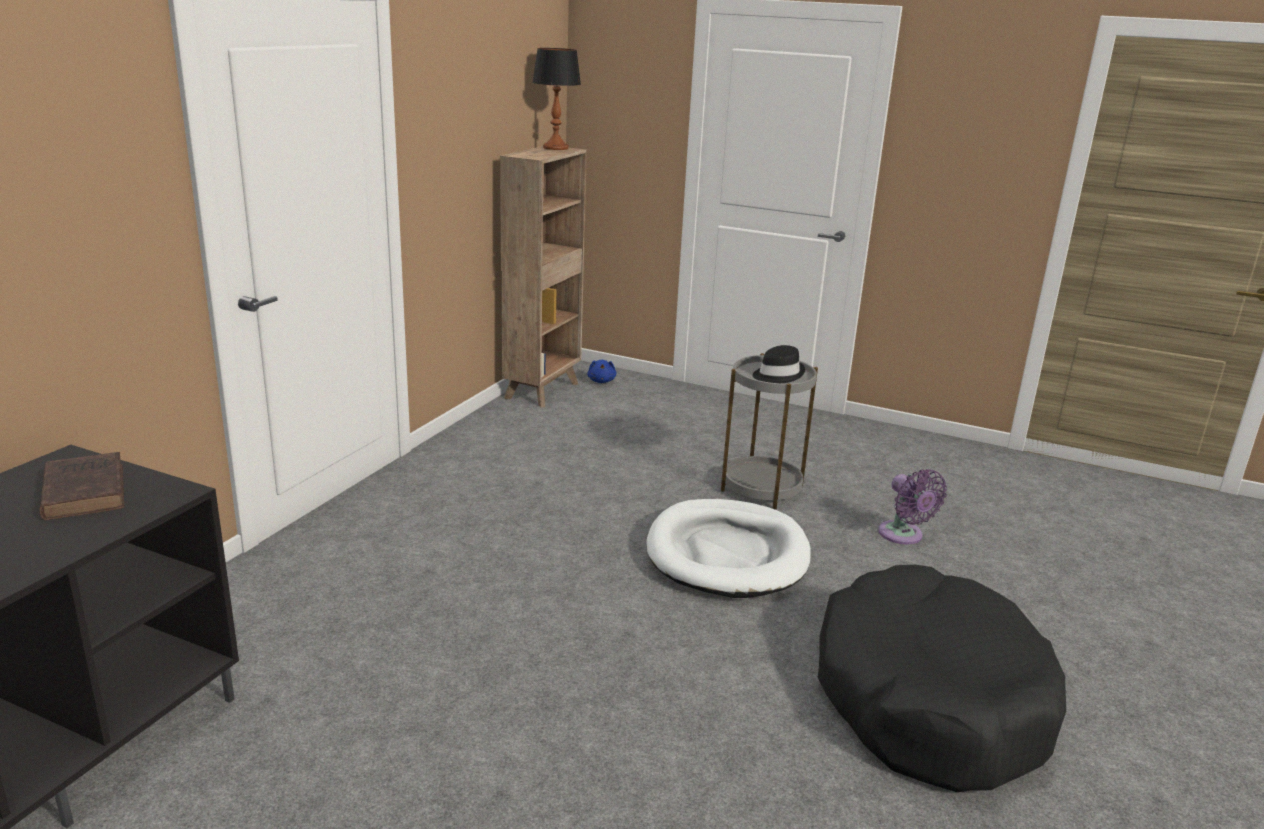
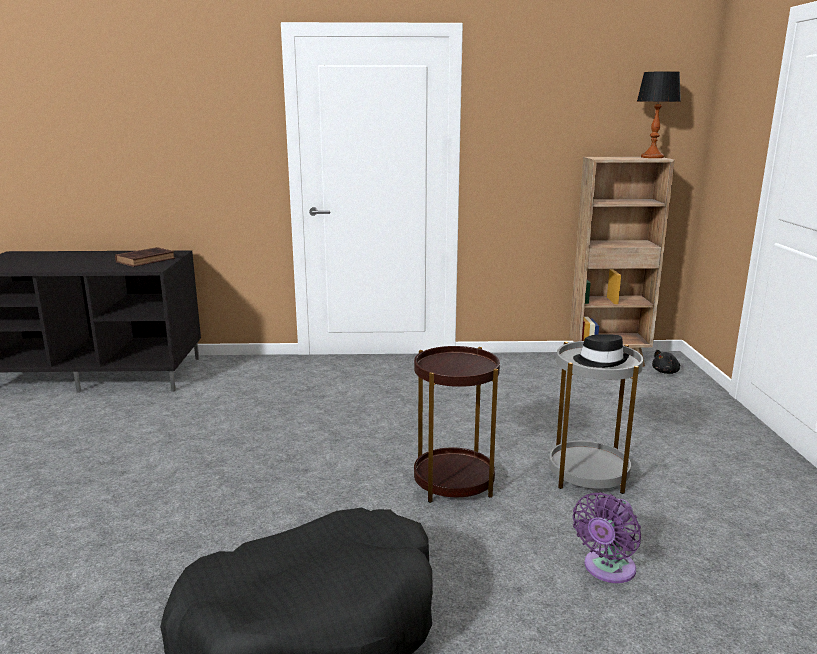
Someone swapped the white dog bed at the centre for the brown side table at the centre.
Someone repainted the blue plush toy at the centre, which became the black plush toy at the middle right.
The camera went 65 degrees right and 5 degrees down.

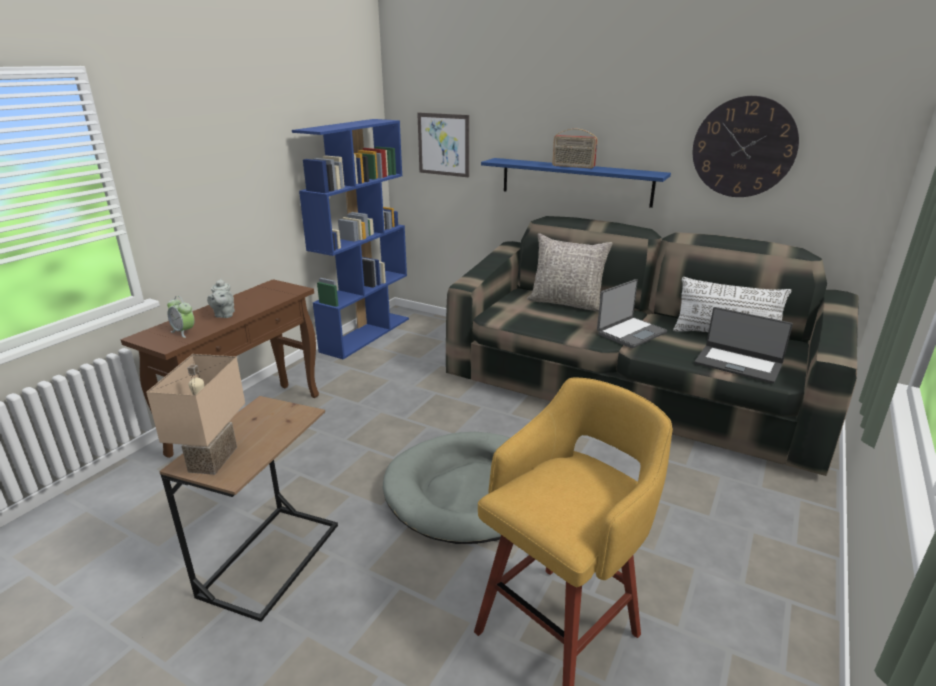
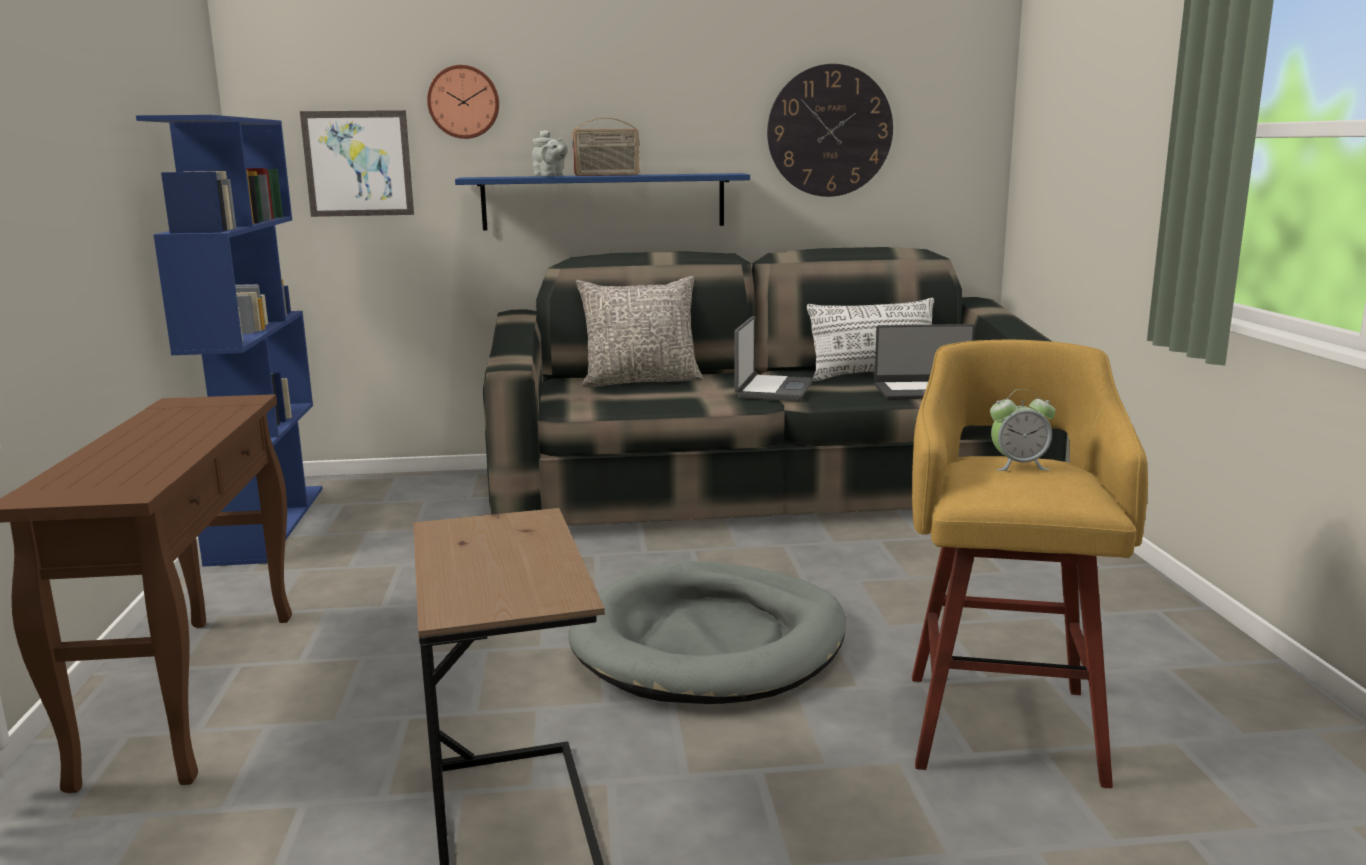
Someone took away the beige table lamp at the middle left.
Someone put up the wall clock (no. 1 from left) at the top centre.
Someone carried the alarm clock from the middle left to the middle right.
Someone carried the grey teapot from the middle left to the top centre.
The camera went 35 degrees left and 10 degrees down.

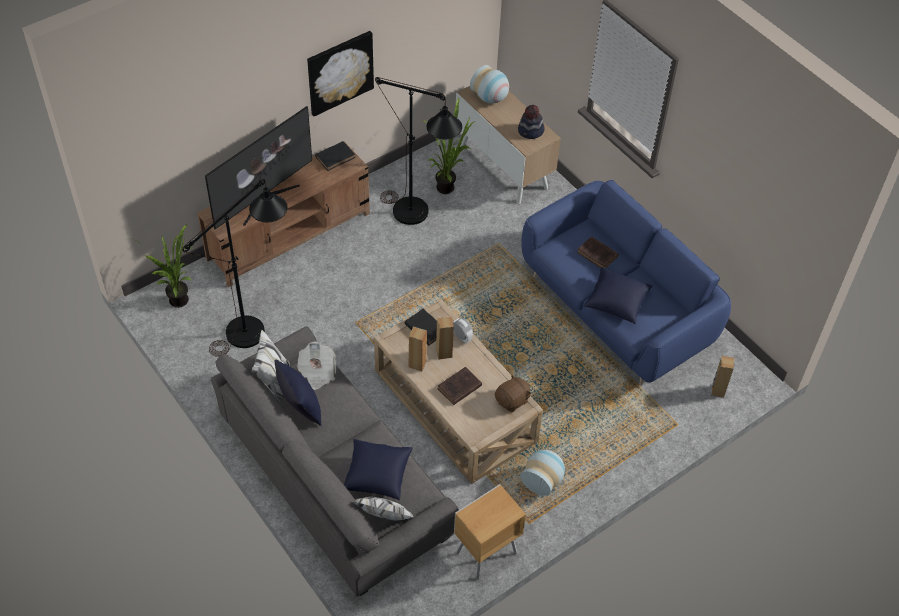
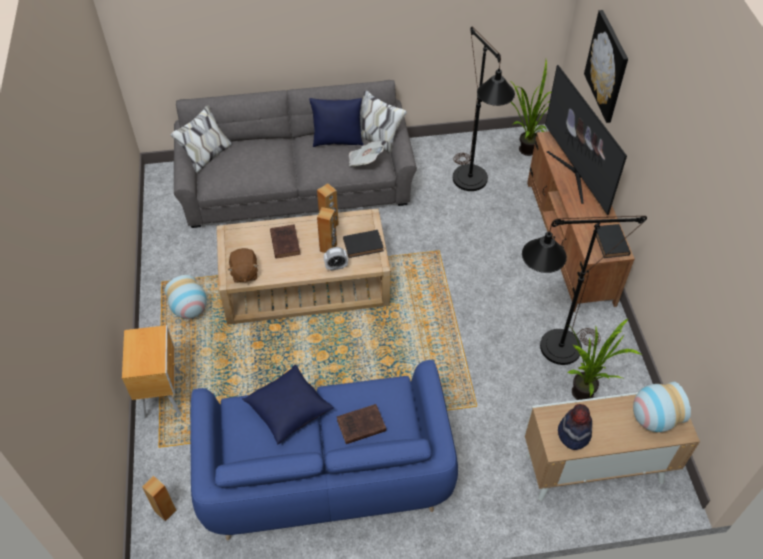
Someone took away the blue pillow (no. 2 from left) at the bottom centre.
Someone carried the picture from the top centre to the top right.
Someone carried the brown nightstand from the bottom centre to the middle left.
The camera went 120 degrees right and 0 degrees up.

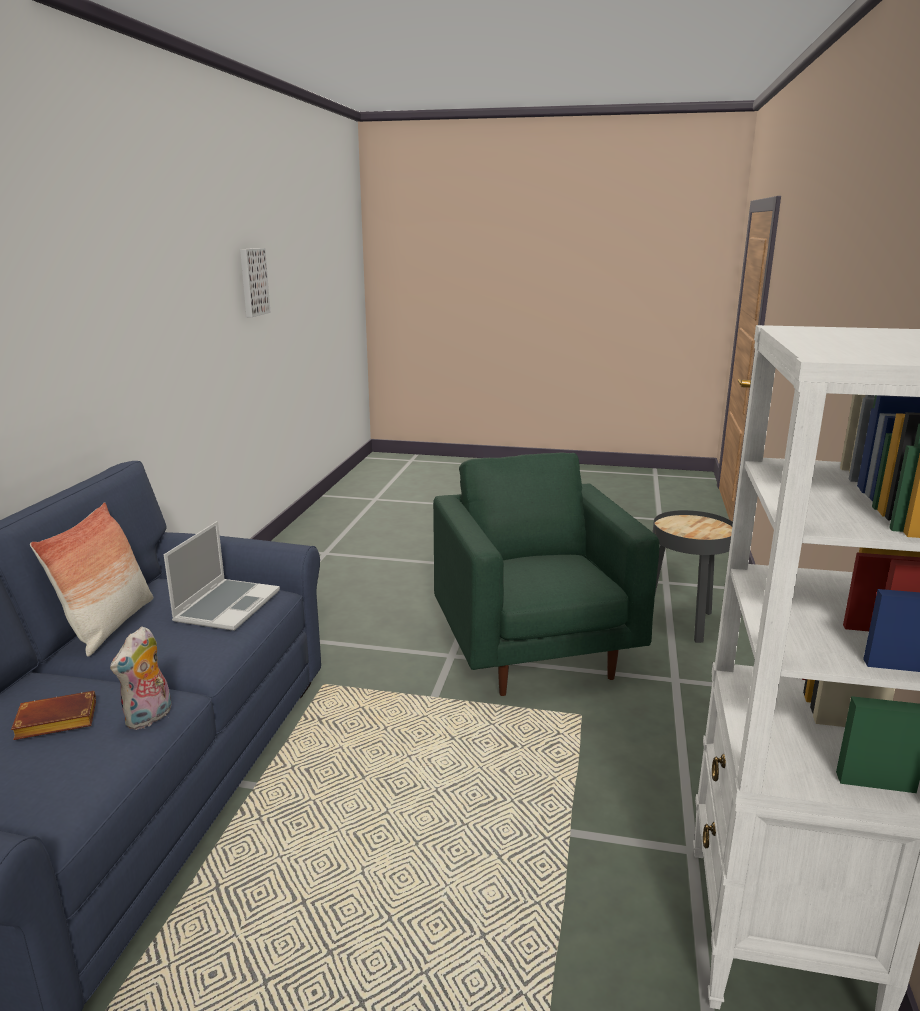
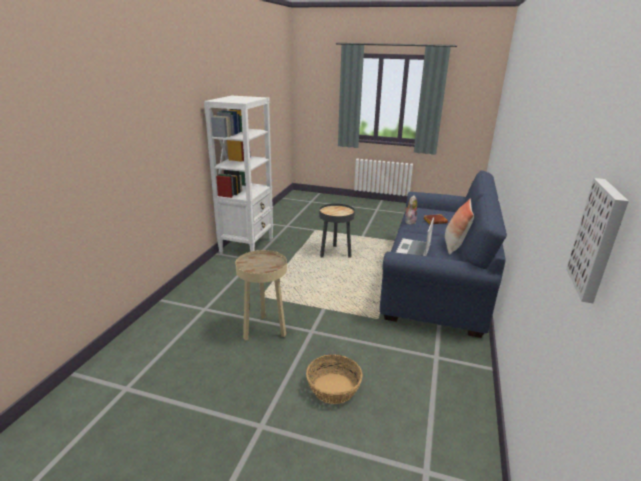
Someone put down the basket at the bottom centre.
Someone carried the black side table from the middle right to the centre.
Someone swapped the green armchair at the centre for the beige side table at the centre.
The camera went 175 degrees left and 5 degrees up.

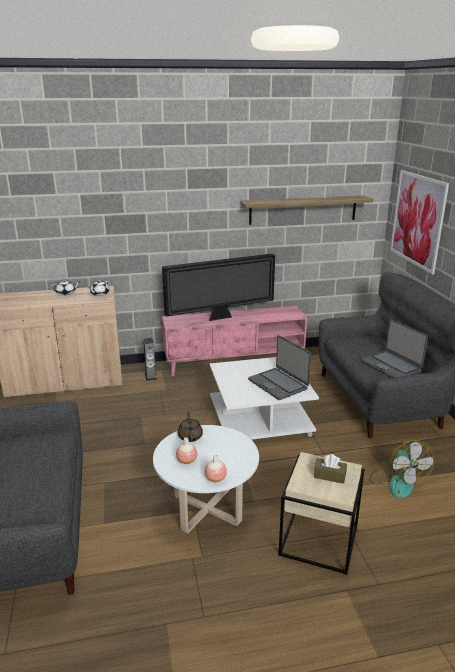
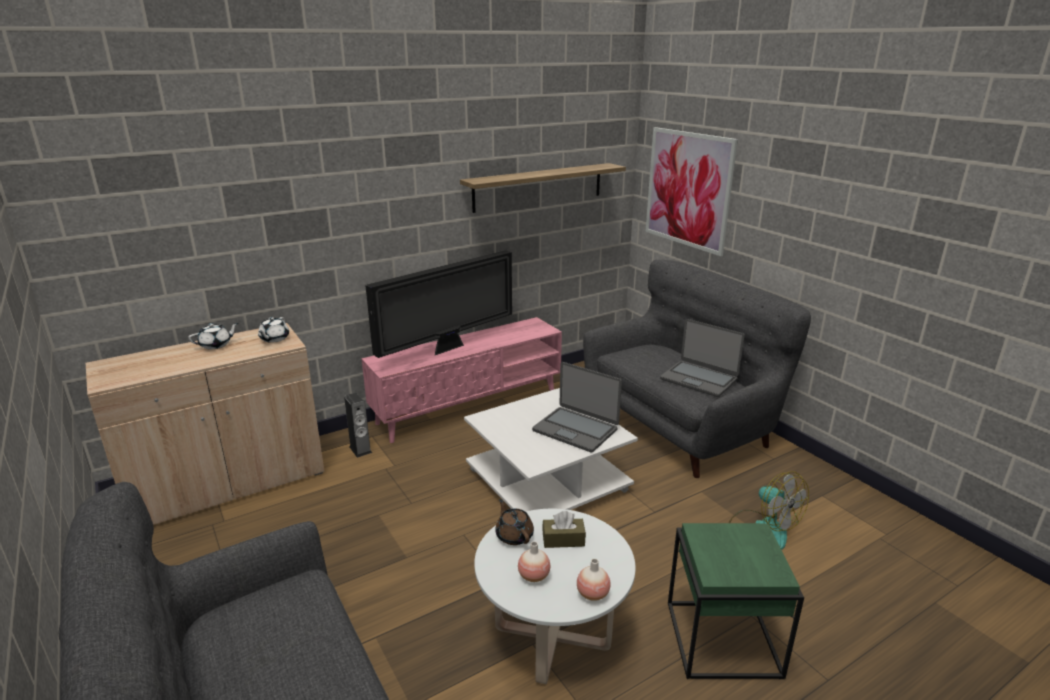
Someone carried the brown tissue box from the bottom right to the bottom centre.
Someone repainted the beige side table at the bottom right, which became the green side table at the bottom right.
The camera went 20 degrees left and 0 degrees up.

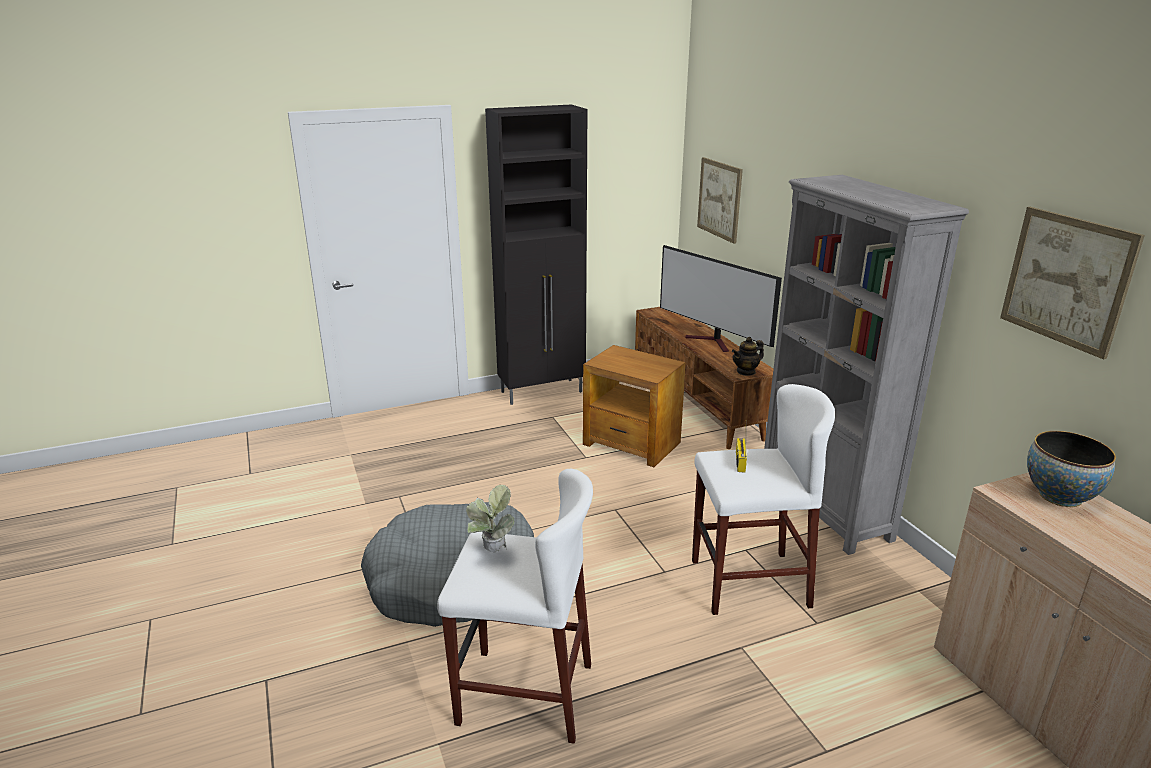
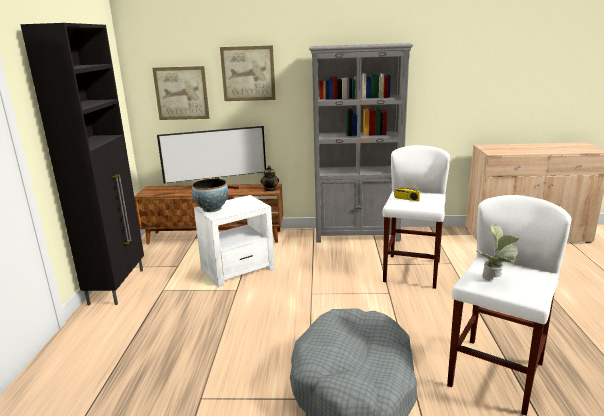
Someone carried the picture (no. 2 from left) from the middle right to the top centre.
Someone carried the bowl from the middle right to the centre.
Someone repainted the brown side table at the centre, which became the white side table at the centre.
The camera went 65 degrees left and 5 degrees down.

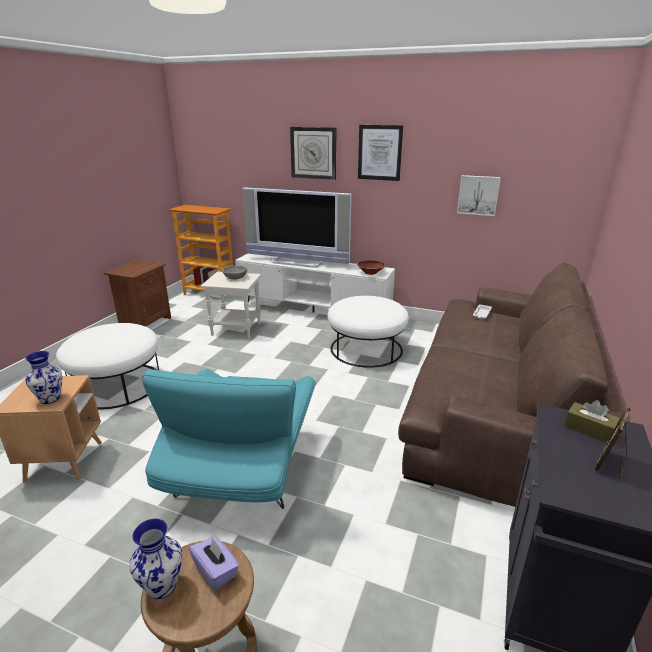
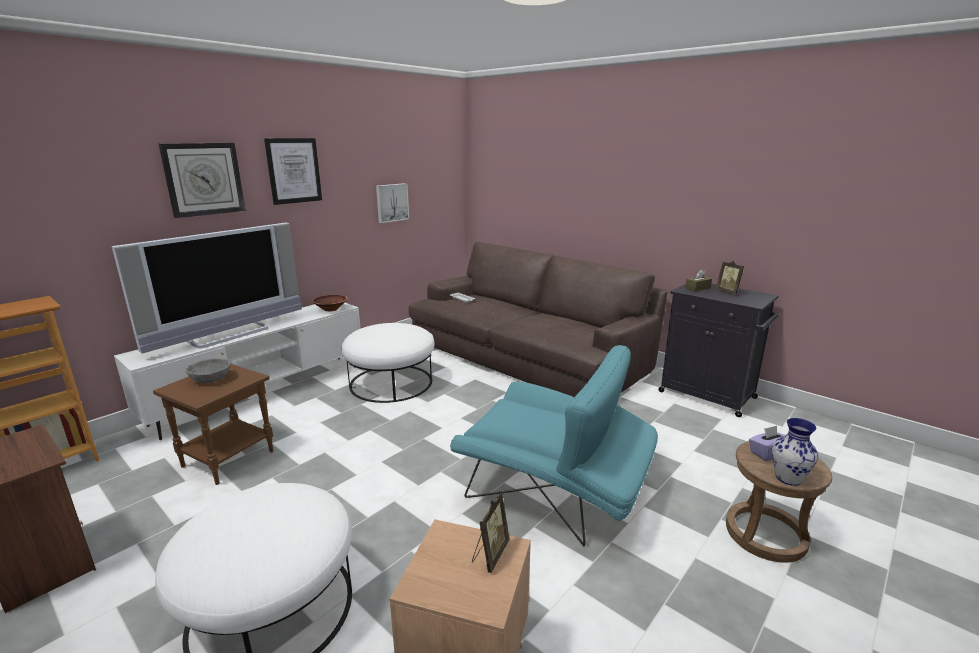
Someone swapped the vase (no. 1 from left) at the middle left for the picture frame (no. 1 from left) at the bottom centre.
Someone repainted the white side table at the centre, which became the brown side table (no. 1 from left) at the middle left.
The camera went 70 degrees left and 5 degrees down.

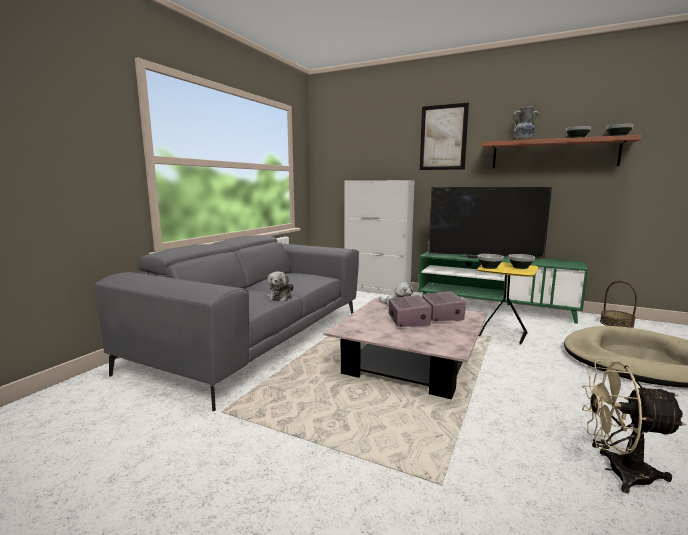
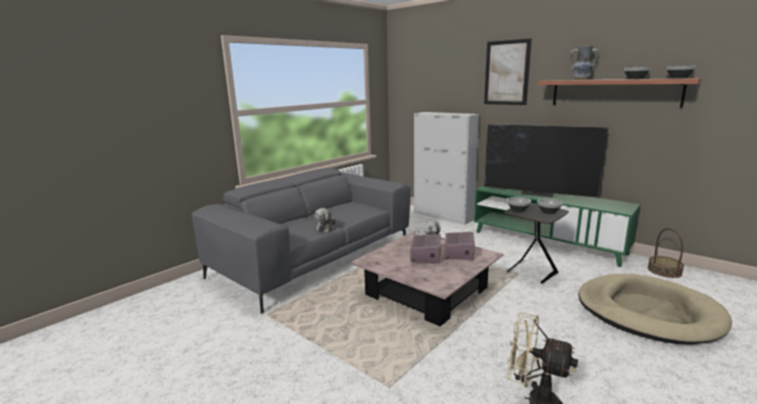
Someone repainted the yellow side table at the middle right, which became the black side table at the middle right.
The camera went 15 degrees right and 5 degrees up.

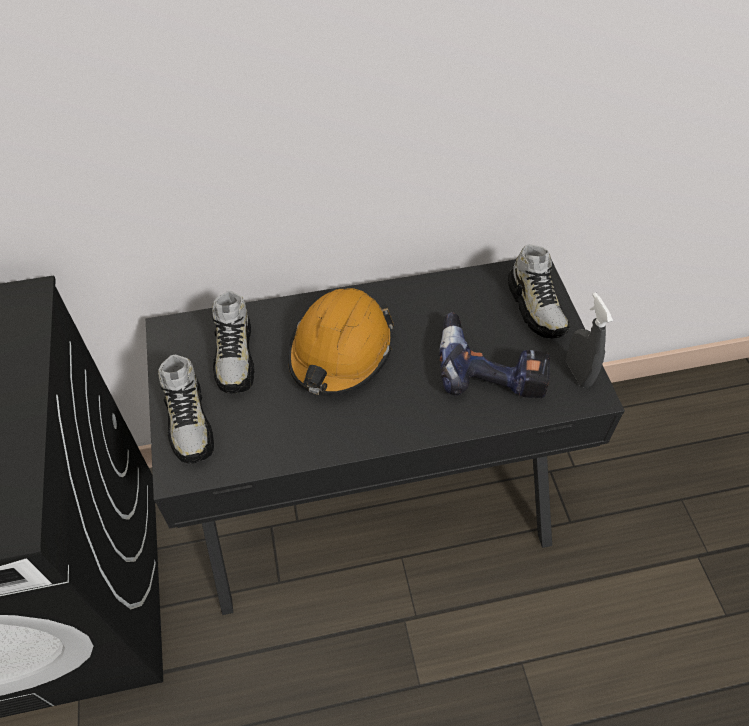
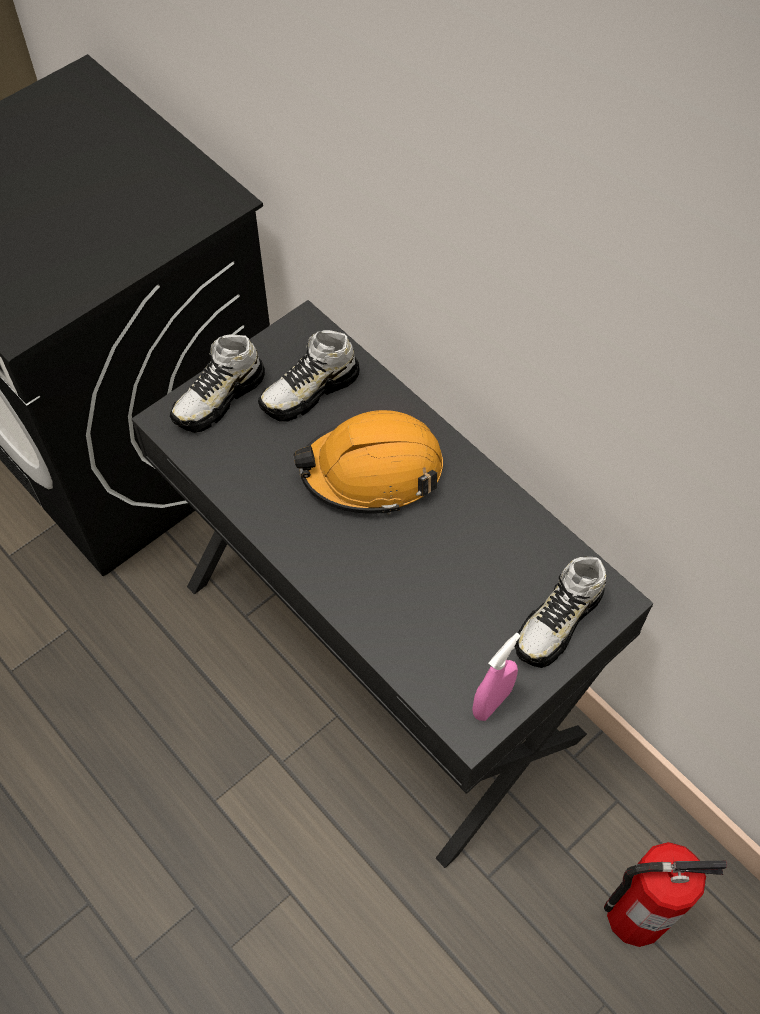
Someone took away the power drill at the centre.
Someone put down the fire extinguisher at the bottom right.
Someone repainted the grey spray bottle at the middle right, which became the pink spray bottle at the bottom centre.
The camera went 60 degrees right and 5 degrees up.

